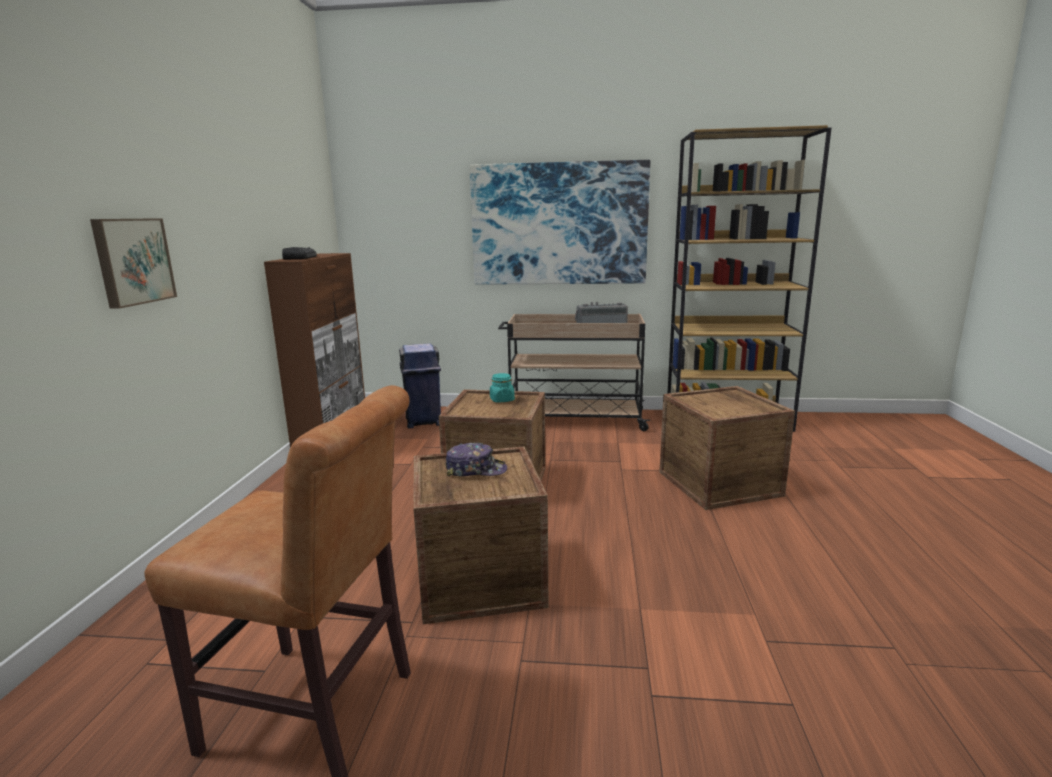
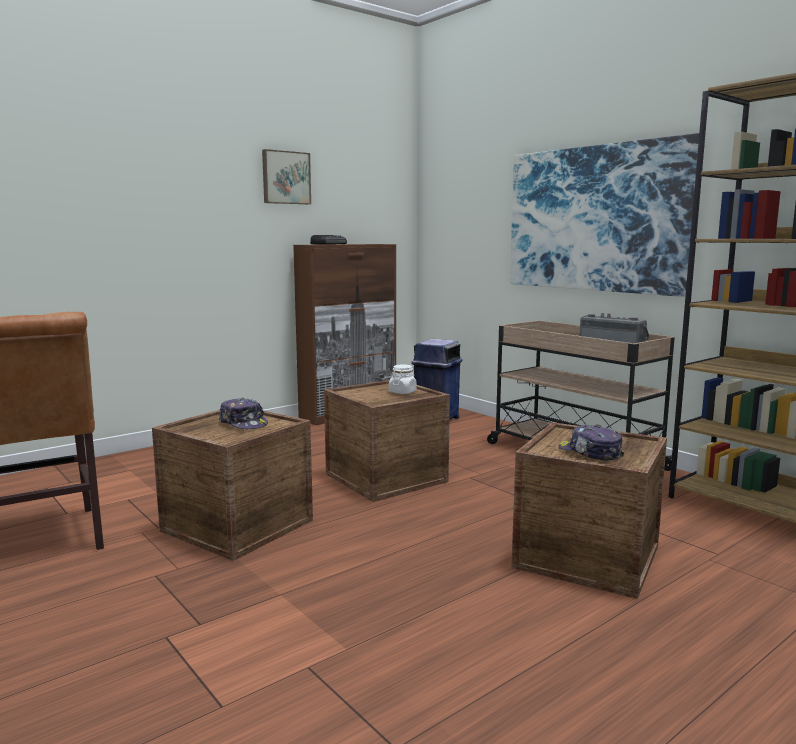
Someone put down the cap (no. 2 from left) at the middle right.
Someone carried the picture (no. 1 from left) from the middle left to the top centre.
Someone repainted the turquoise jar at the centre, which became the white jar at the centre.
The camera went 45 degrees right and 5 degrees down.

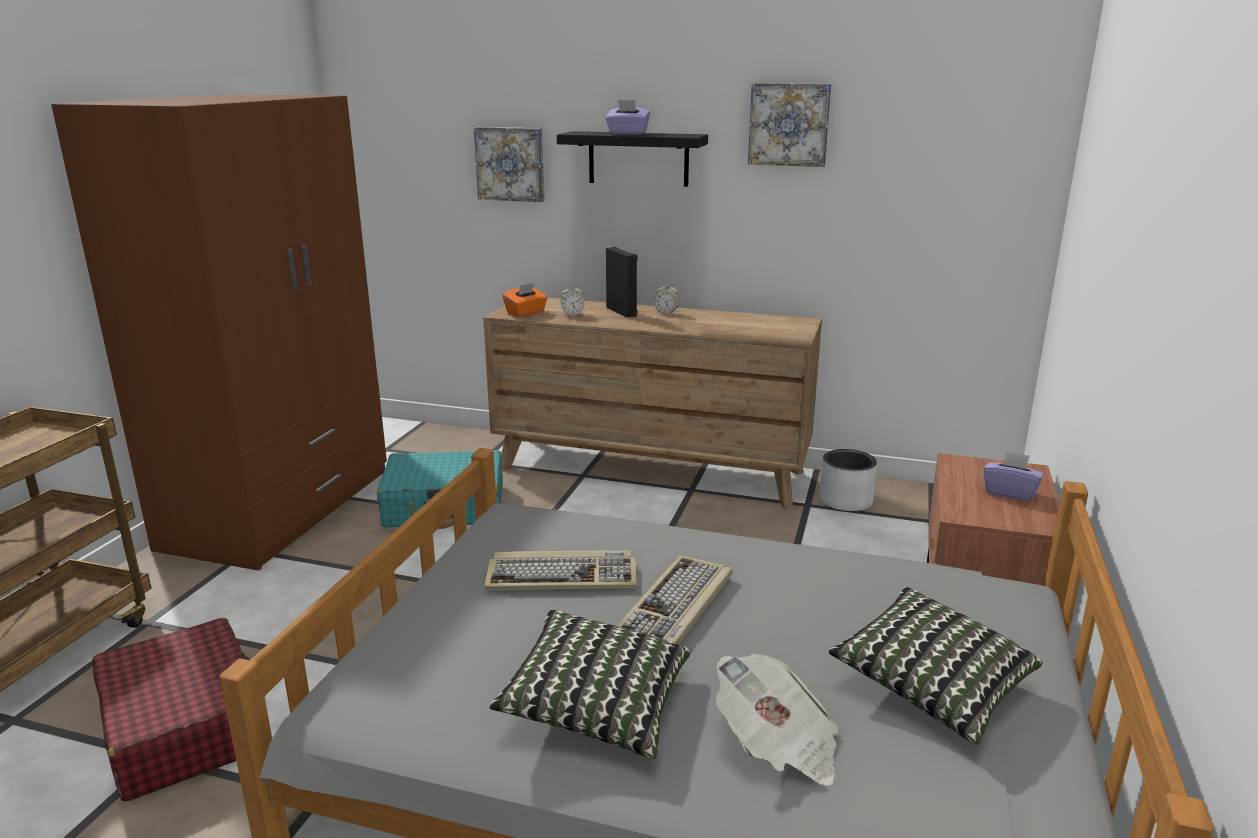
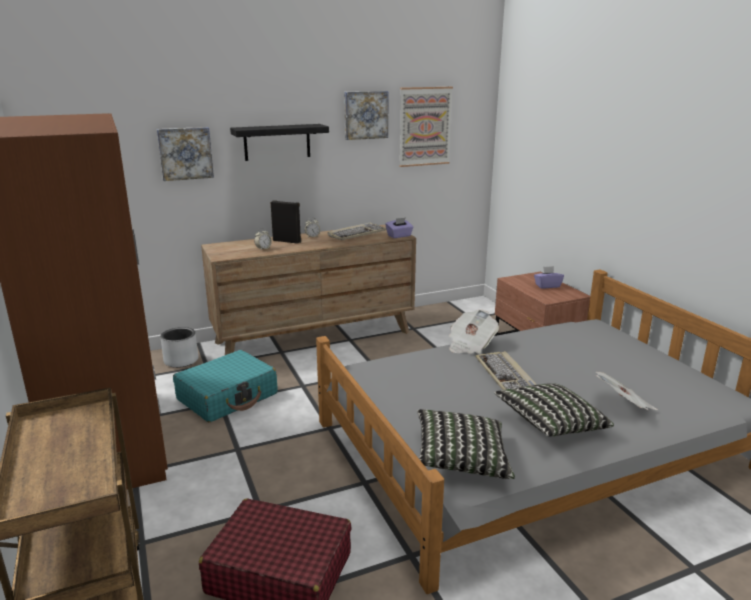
Someone took away the orange tissue box at the centre.
Someone put up the picture (no. 3 from left) at the top centre.
Someone put down the newspaper (no. 1 from left) at the centre.
Someone carried the keyboard (no. 1 from left) from the bottom centre to the centre.
Someone carried the purple tissue box (no. 1 from left) from the top centre to the centre.
Someone carried the grey planter from the middle right to the middle left.
Someone carried the pillow (no. 2 from left in the first image) from the bottom right to the bottom centre.
The camera went 40 degrees left and 0 degrees up.

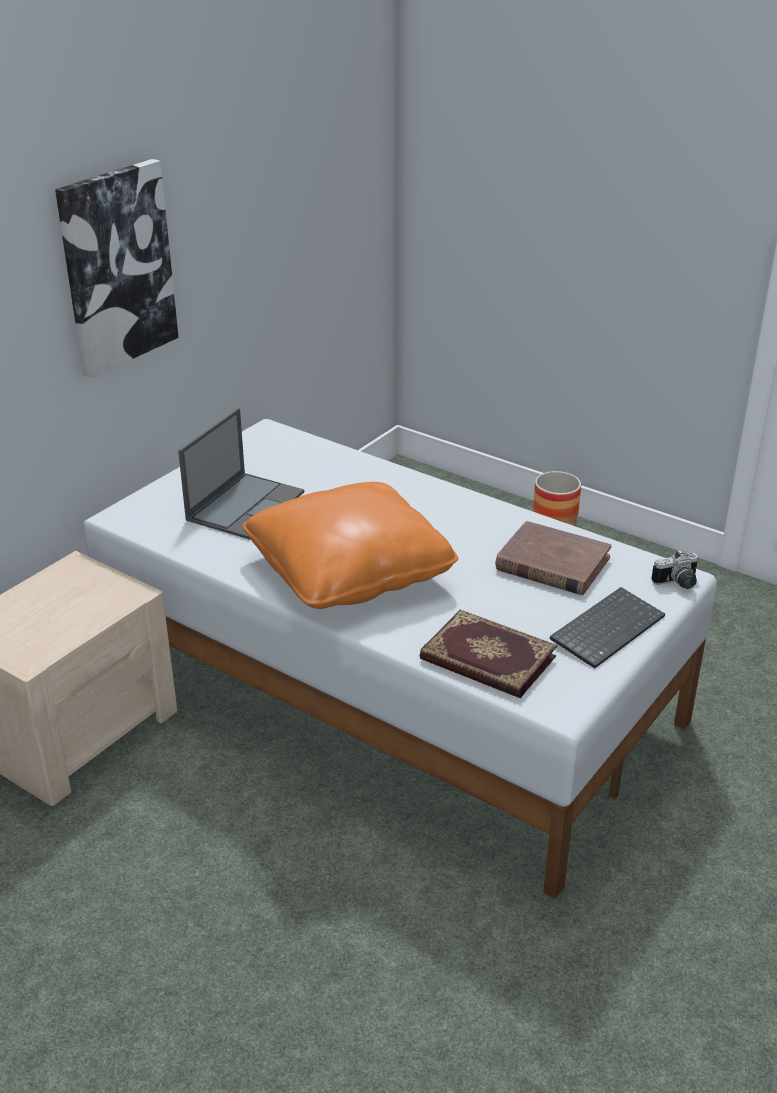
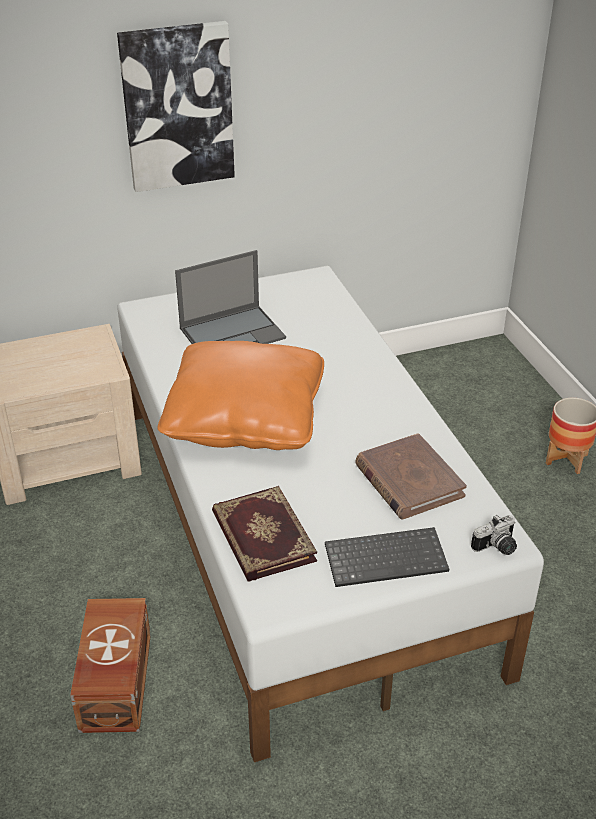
Someone put down the brown storage box at the bottom left.
Someone rotated the photo camera at the middle right by 45 degrees counterclockwise.
The camera went 35 degrees right and 5 degrees up.

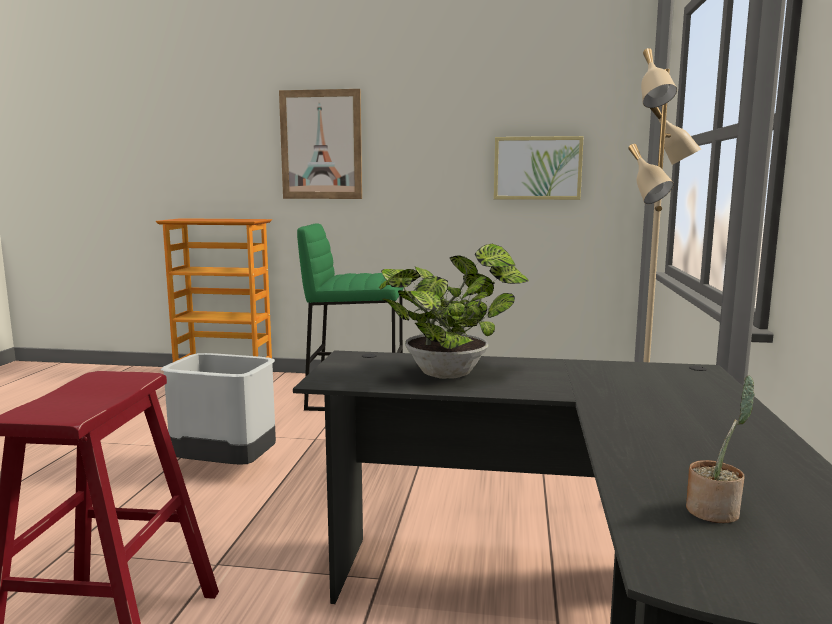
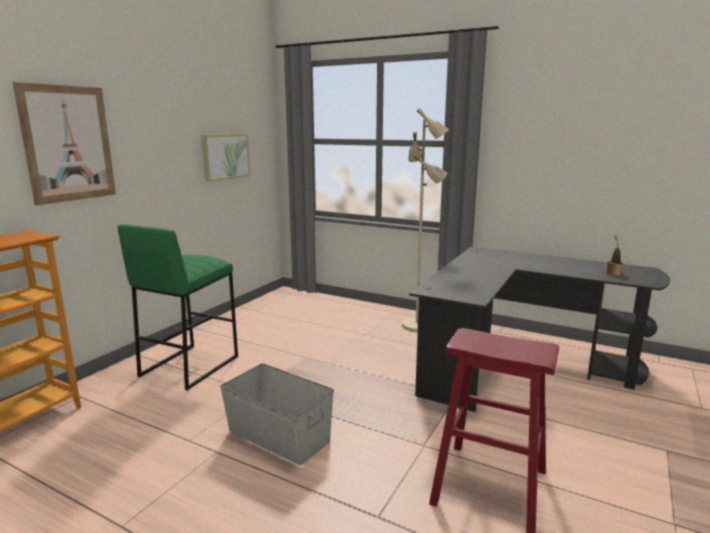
Someone took away the potted plant (no. 1 from left) at the centre.
Someone swapped the grey trash can at the middle left for the grey storage box at the bottom centre.
The camera went 70 degrees left and 5 degrees up.

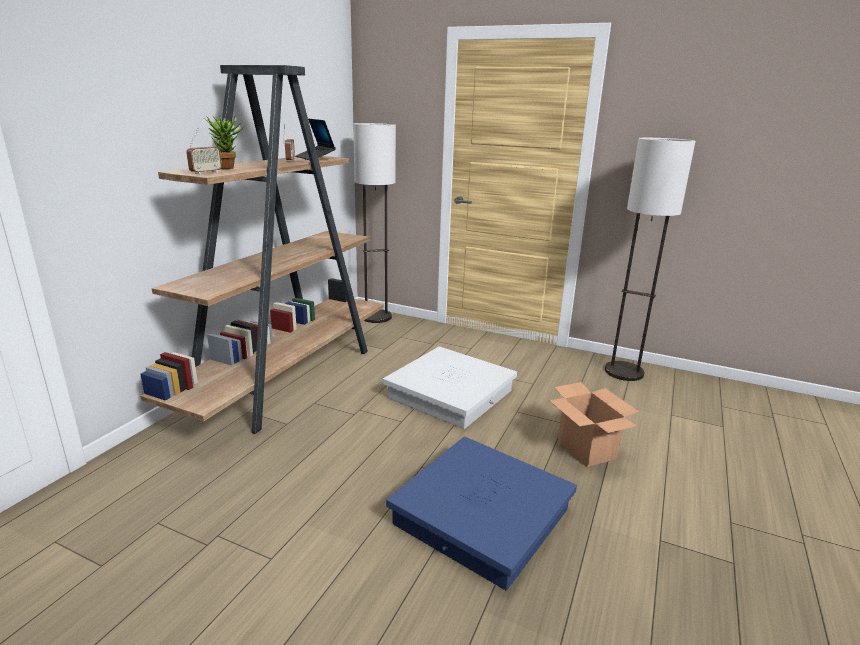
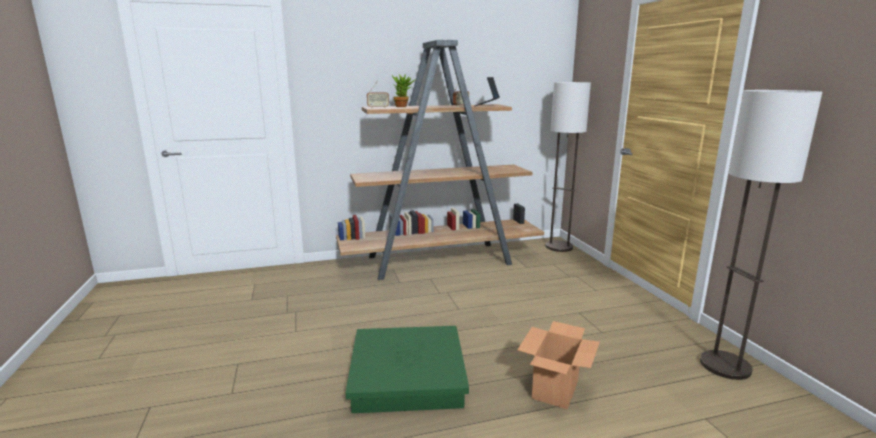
Someone took away the white storage box at the centre.
Someone repainted the blue storage box at the bottom centre, which became the green storage box at the bottom centre.
The camera went 50 degrees right and 5 degrees down.

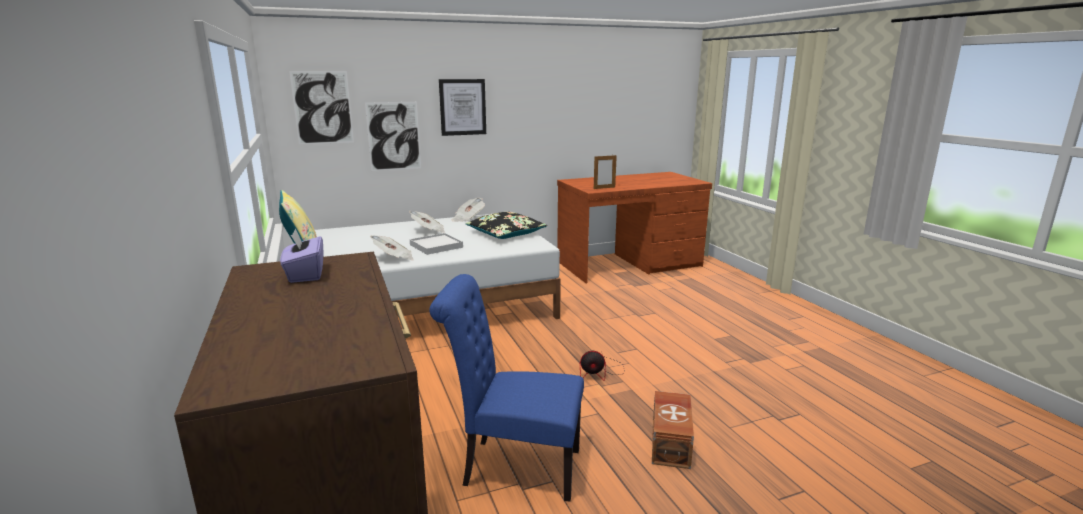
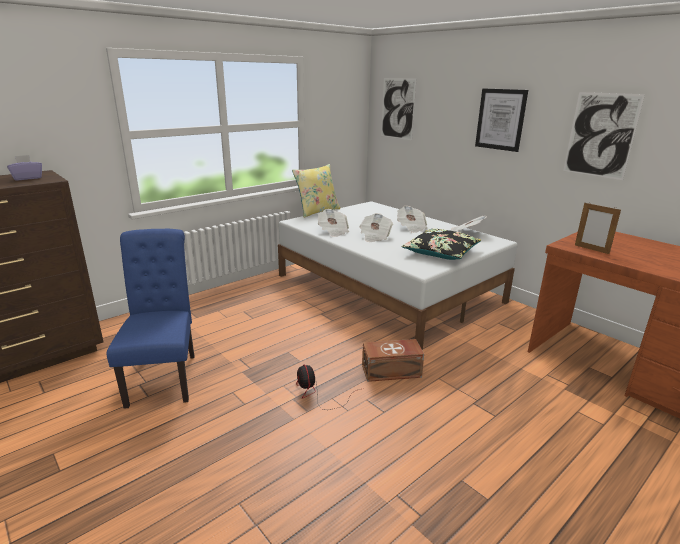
Someone carried the picture (no. 2 from left in the first image) from the top centre to the top right.
Someone carried the brown storage box from the bottom centre to the centre.
Someone swapped the white tray at the centre for the newspaper (no. 2 from left) at the centre.
The camera went 70 degrees right and 5 degrees up.

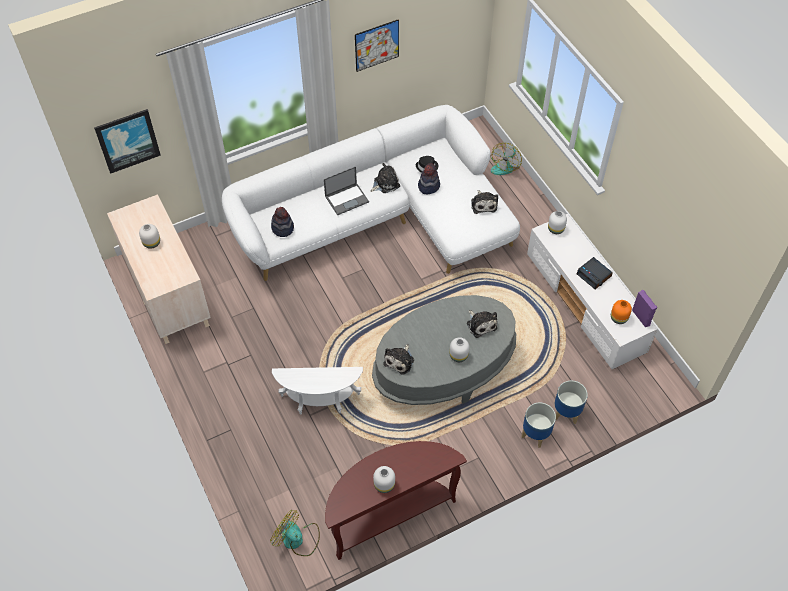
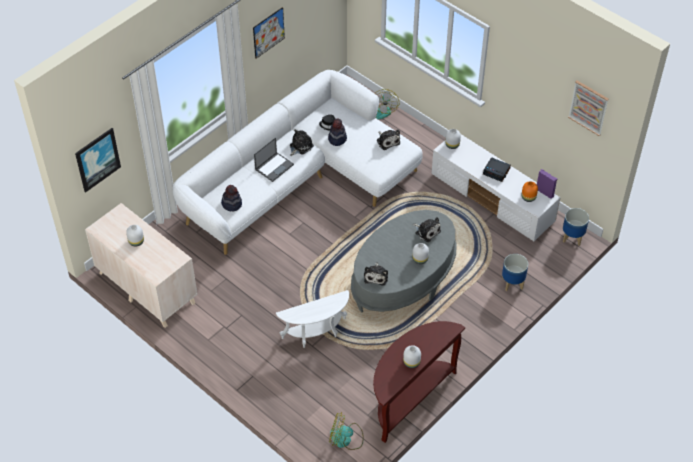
Someone put up the picture (no. 3 from left) at the top right.
Someone carried the planter (no. 1 from left in the first image) from the bottom right to the middle right.
The camera went 20 degrees left and 5 degrees down.

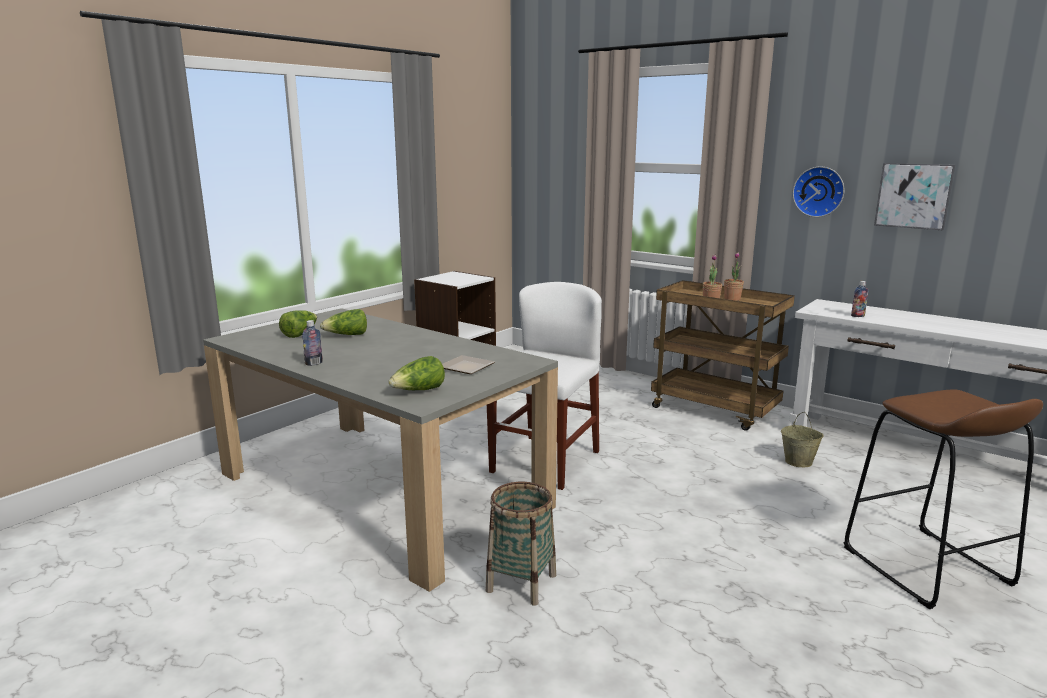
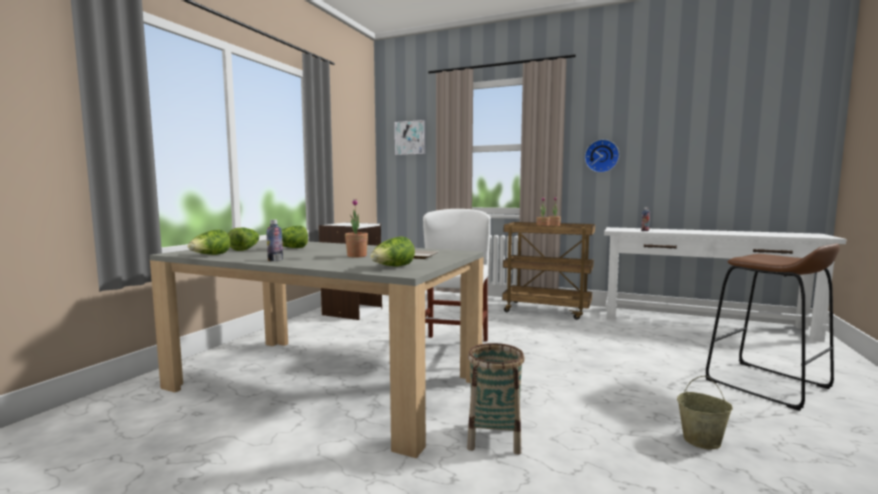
Someone put down the lettuce (no. 1 from left) at the middle left.
Someone put down the potted plant (no. 1 from left) at the centre.
Someone carried the beige bucket from the middle right to the bottom right.
Someone carried the picture from the top right to the top centre.
The camera went 15 degrees left and 10 degrees down.

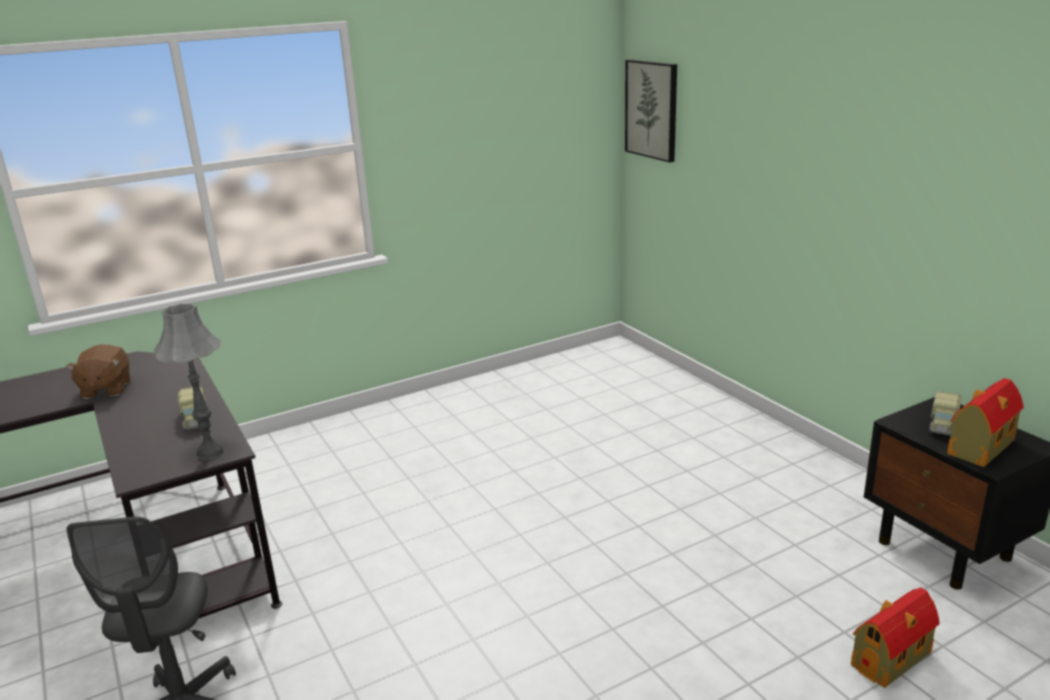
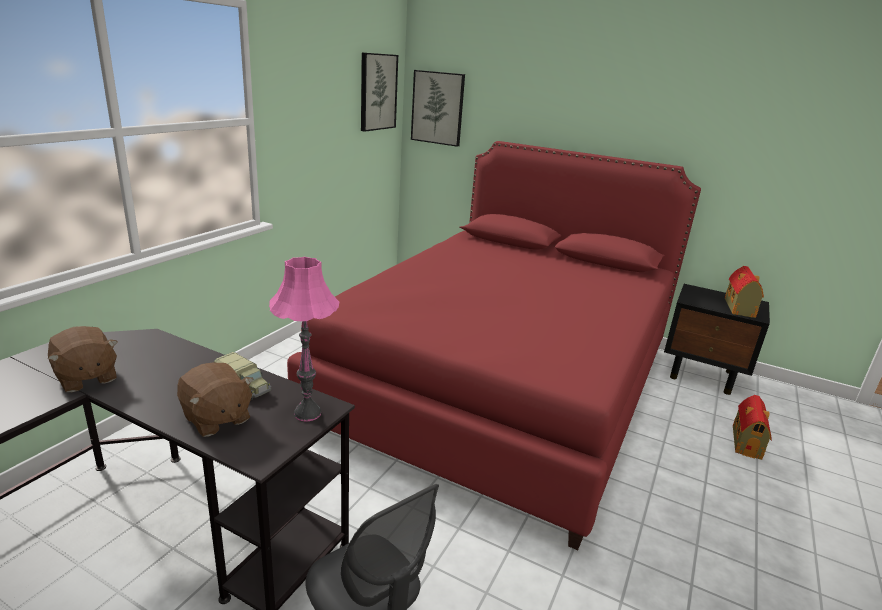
Someone took away the toy truck (no. 2 from left) at the middle right.
Someone put down the brown plush toy (no. 2 from left) at the middle left.
Someone put down the red bed at the centre.
Someone put up the picture (no. 1 from left) at the top centre.
Someone repainted the grey table lamp at the middle left, which became the pink table lamp at the centre.
The camera went 35 degrees left and 0 degrees up.

